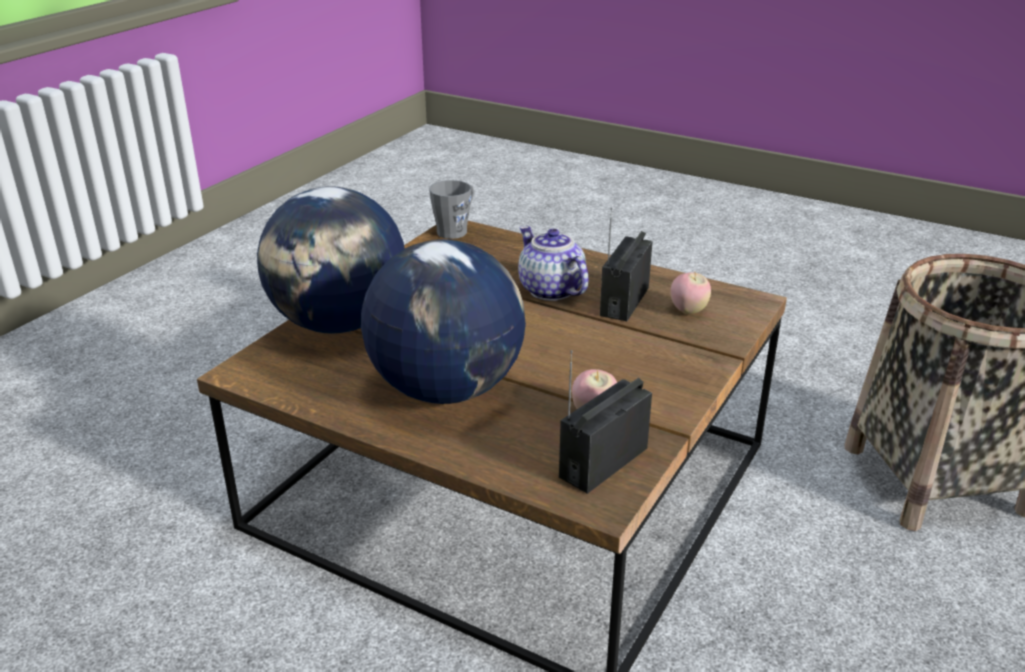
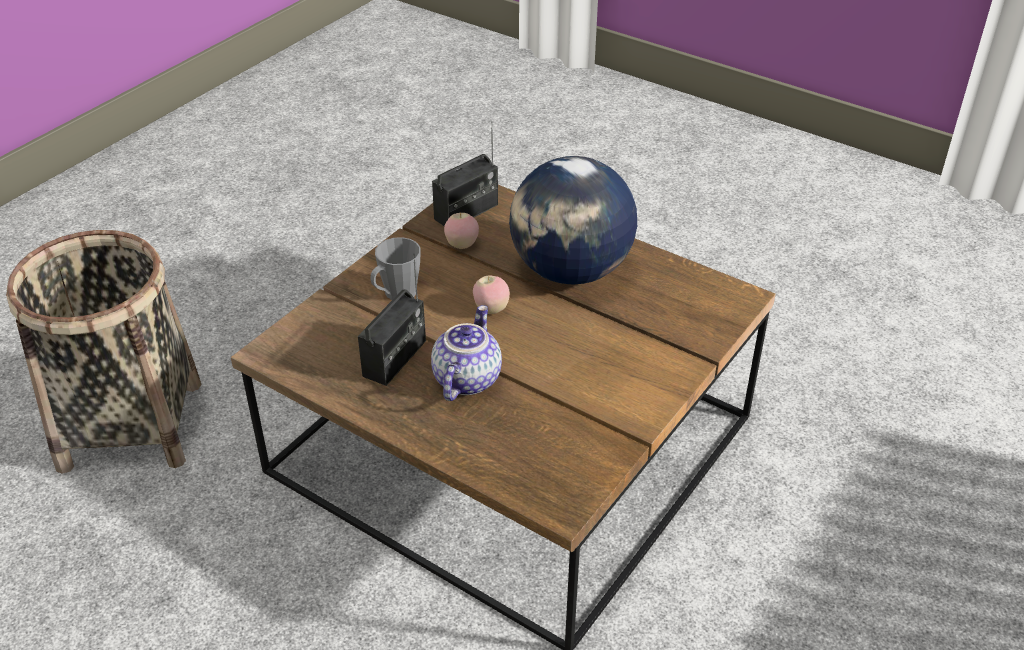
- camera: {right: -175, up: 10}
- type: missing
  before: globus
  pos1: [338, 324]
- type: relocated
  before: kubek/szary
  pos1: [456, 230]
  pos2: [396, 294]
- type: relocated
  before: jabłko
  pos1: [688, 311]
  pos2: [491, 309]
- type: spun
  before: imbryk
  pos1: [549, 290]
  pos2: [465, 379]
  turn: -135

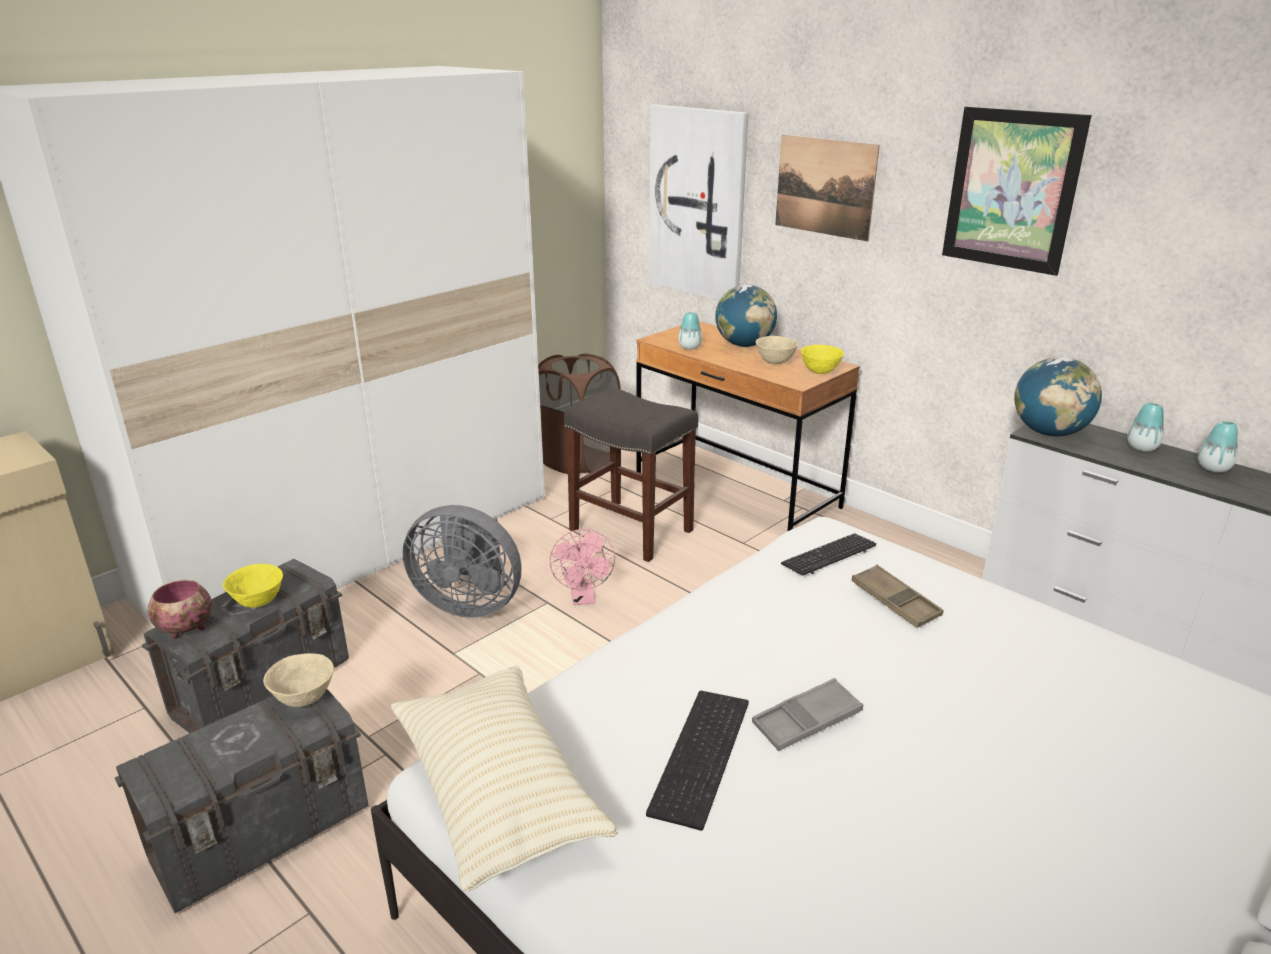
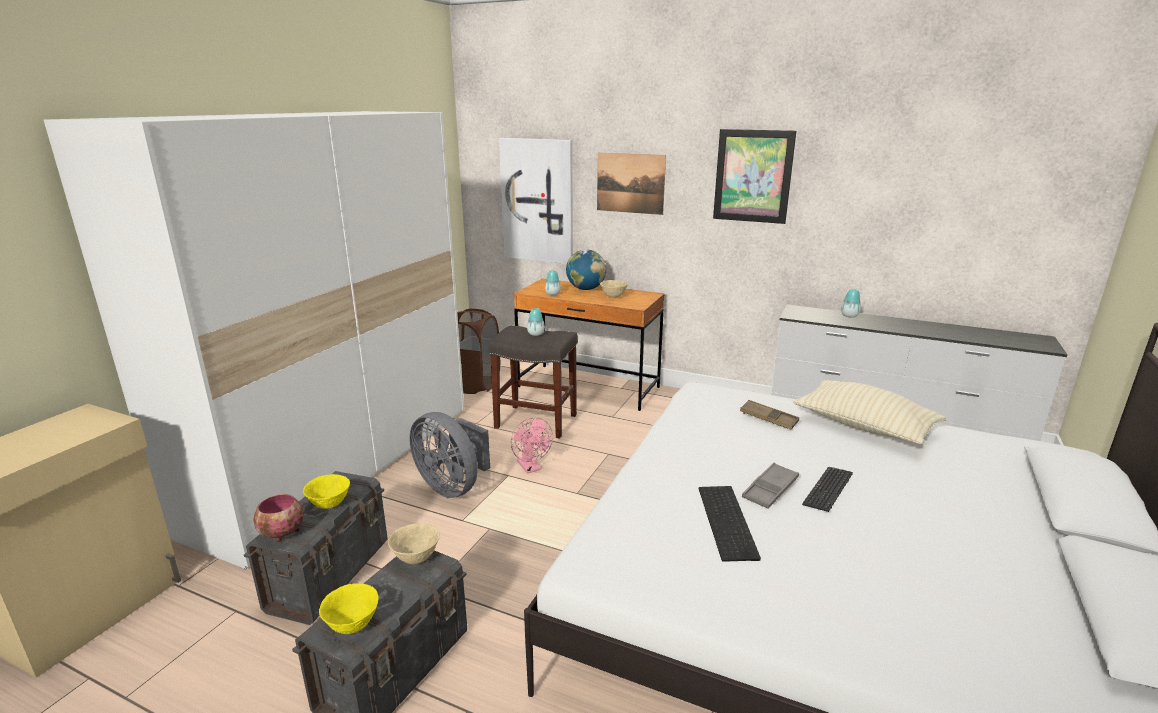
- camera: {right: -20, up: -5}
- type: missing
  before: globus
  pos1: [1049, 433]
- type: relocated
  before: poduszka/beżowy
  pos1: [497, 792]
  pos2: [863, 426]
- type: relocated
  before: klawiatura
  pos1: [829, 556]
  pos2: [828, 490]
- type: relocated
  before: miska/żółty
  pos1: [820, 372]
  pos2: [353, 625]
- type: relocated
  before: wazon
  pos1: [1213, 468]
  pos2: [536, 334]
- type: spun
  before: wentylator/szary
  pos1: [469, 603]
  pos2: [453, 486]
  turn: 45

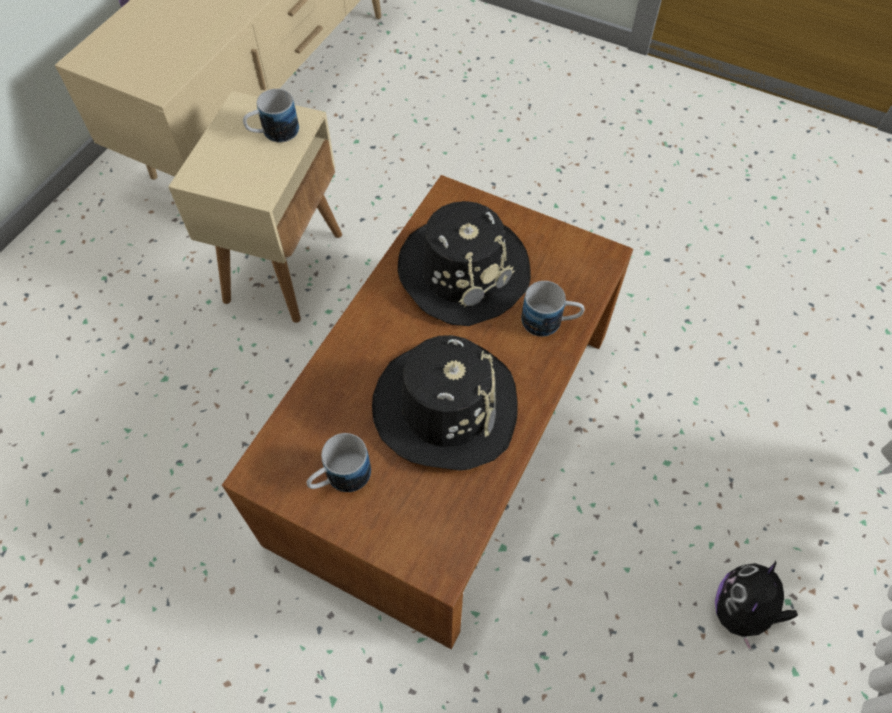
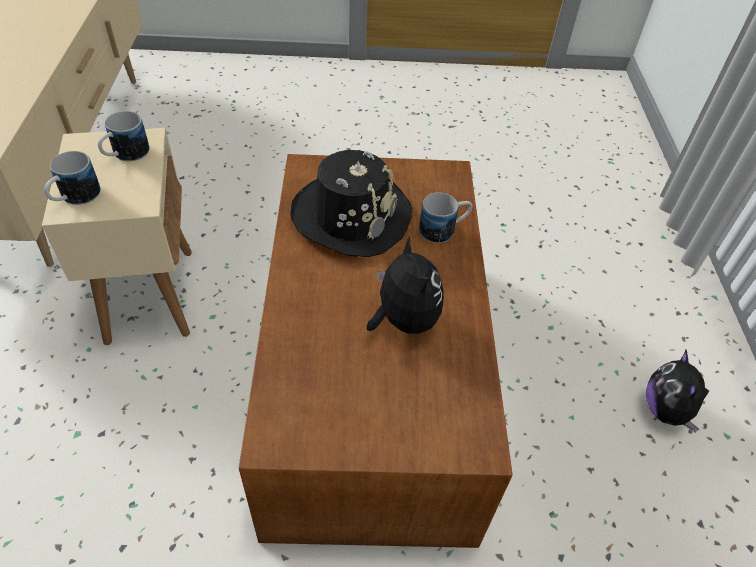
- camera: {right: -30, up: -10}
- type: relocated
  before: kubek
  pos1: [340, 478]
  pos2: [75, 198]
- type: exchanged
  before: kapelusz/czarny
  after: pluszak
  pos1: [446, 406]
  pos2: [403, 320]

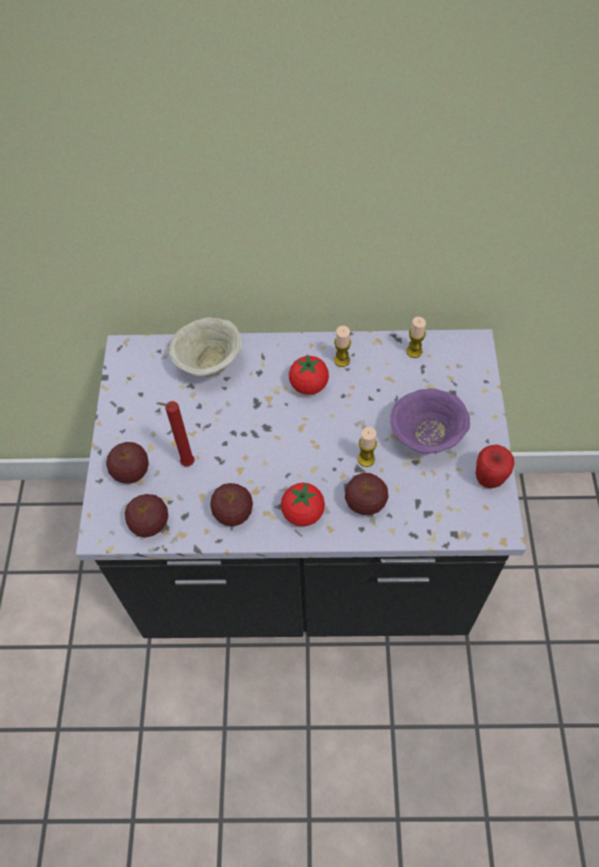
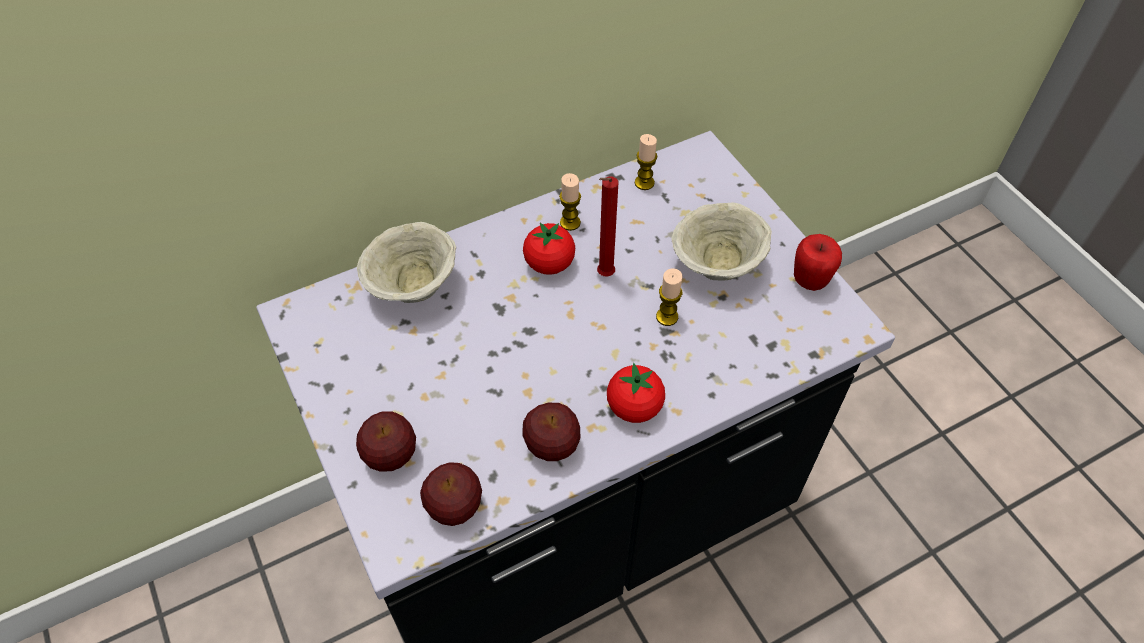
- camera: {right: -30, up: -5}
- type: missing
  before: jabłko
  pos1: [365, 504]
- type: relocated
  before: świeca/czerwony
  pos1: [185, 463]
  pos2: [603, 276]
- type: colour
  before: miska/fioletowy
  after: miska/beżowy
  pos1: [426, 438]
  pos2: [717, 267]

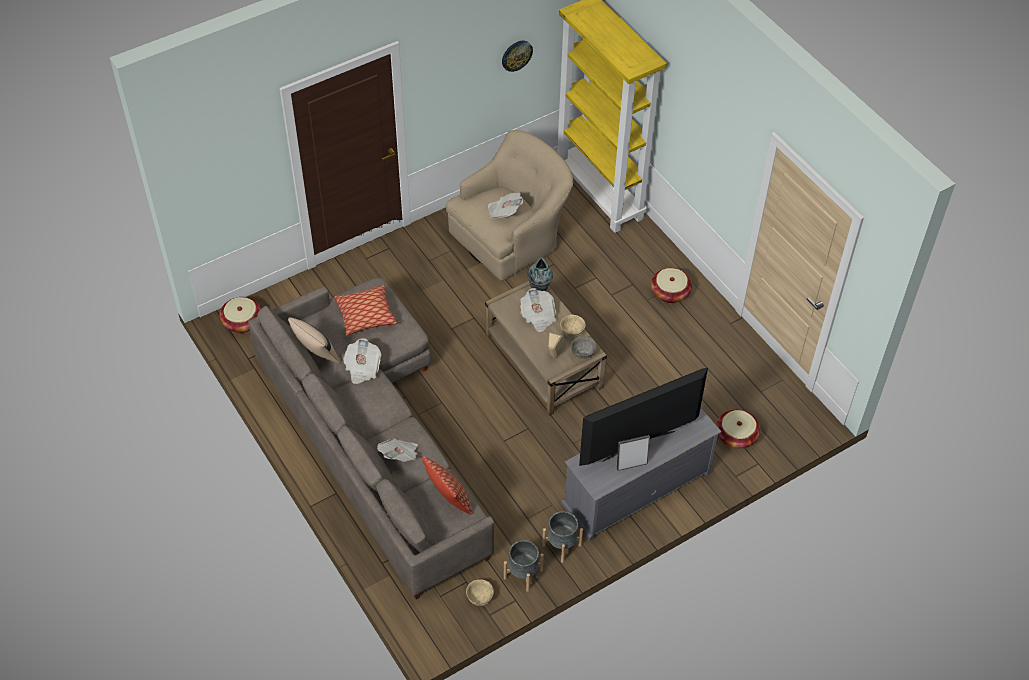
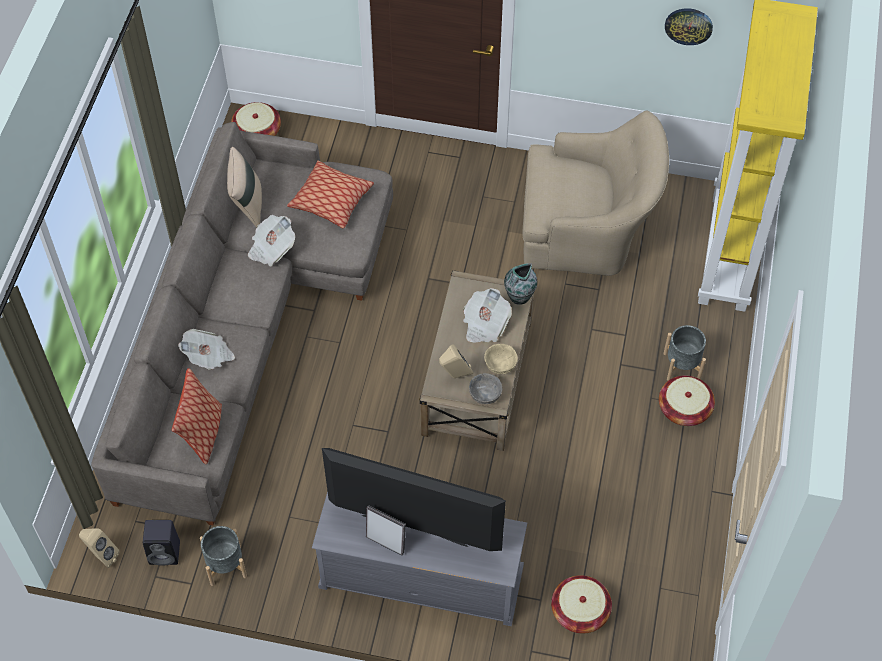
- camera: {right: 45, up: 5}
- type: missing
  before: gazeta
  pos1: [504, 212]
- type: appeared
  after: głośnik/beżowy
  pos2: [102, 556]
- type: relocated
  before: donica/szary
  pos1: [561, 545]
  pos2: [681, 366]
- type: exchanged
  before: miska/beżowy
  after: głośnik/czarny
  pos1: [479, 597]
  pos2: [166, 552]

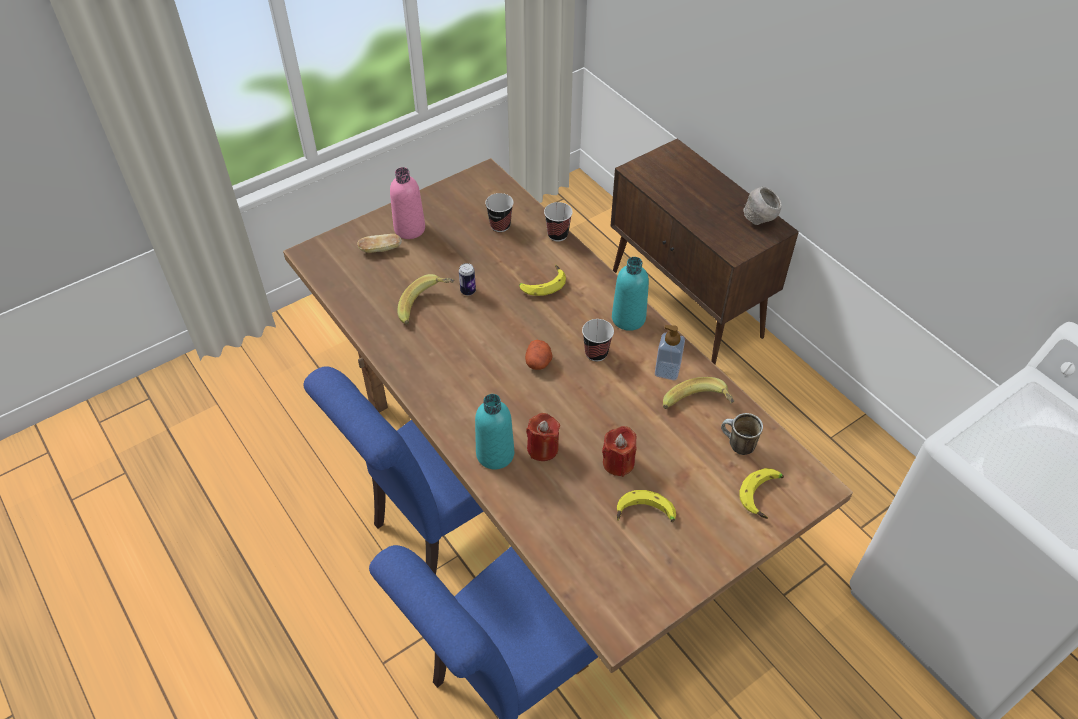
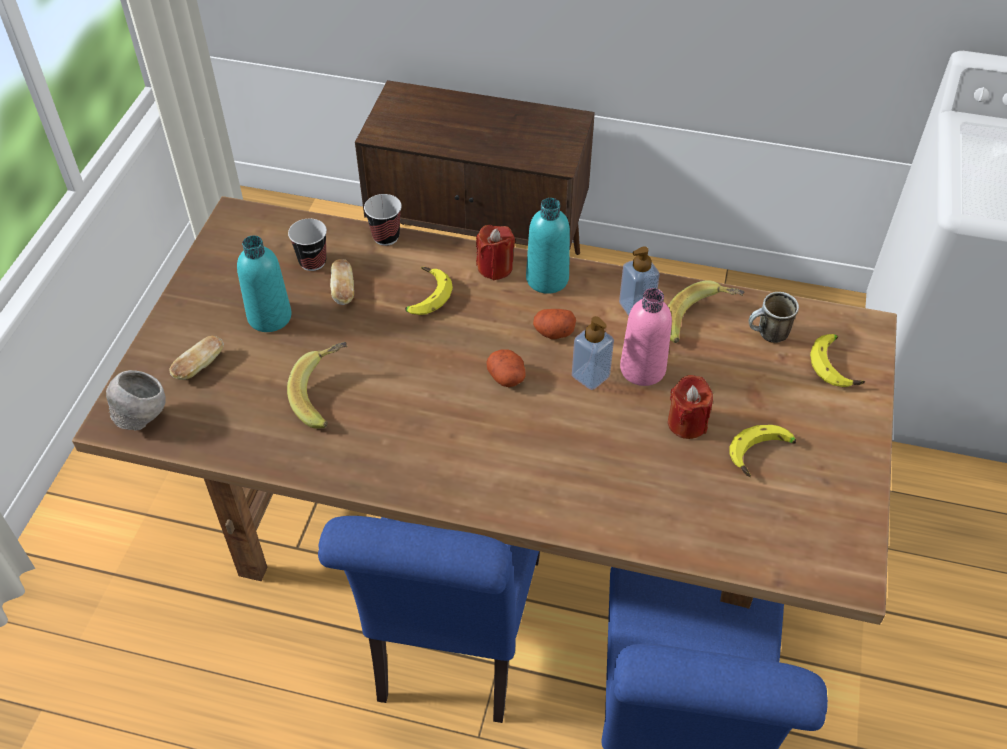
- camera: {right: -40, up: 0}
- type: missing
  before: puszka
  pos1: [468, 291]
- type: appeared
  after: chleb
  pos2: [343, 290]
- type: appeared
  after: dozownik mydła
  pos2: [590, 376]
- type: relocated
  before: butelka/różowy
  pos1: [409, 229]
  pos2: [642, 369]
- type: relocated
  before: butelka/turkusowy
  pos1: [495, 454]
  pos2: [269, 317]
- type: relocated
  before: świeca/czerwony
  pos1: [542, 448]
  pos2: [495, 267]
- type: relocated
  before: miska/szary
  pos1: [759, 220]
  pos2: [142, 418]
- type: exchanged
  before: filiżanka
  after: ziemniak
  pos1: [596, 353]
  pos2: [553, 332]

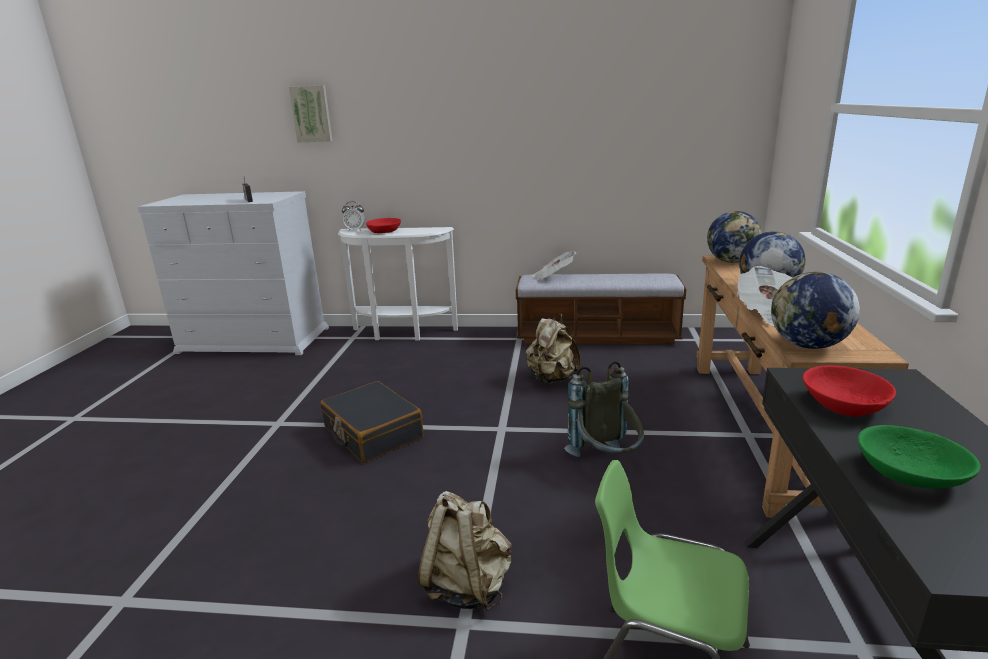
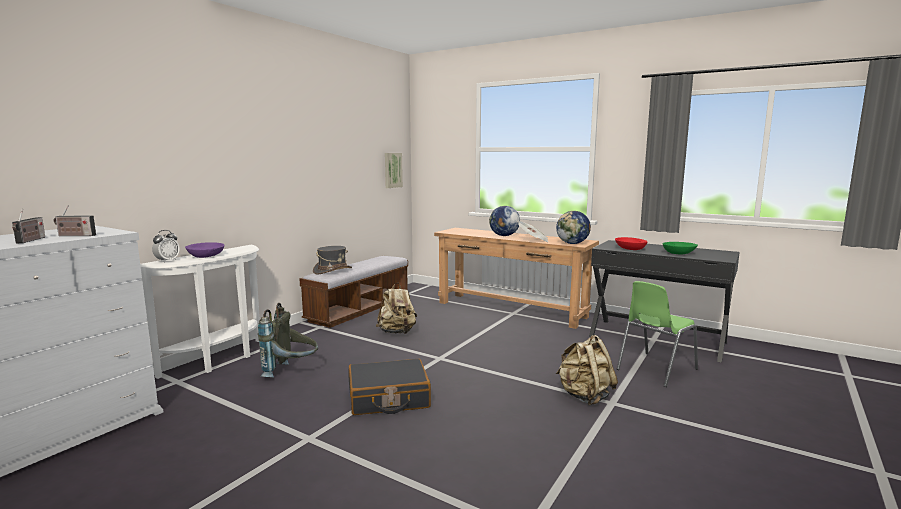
- camera: {right: -65, up: -10}
- type: missing
  before: globus
  pos1: [732, 261]
- type: appeared
  after: radio
  pos2: [30, 240]
- type: relocated
  before: obraz
  pos1: [311, 114]
  pos2: [392, 170]
- type: relocated
  before: plecak/szary
  pos1: [606, 462]
  pos2: [292, 372]
- type: exchanged
  before: gazeta
  after: kapelusz/szary
  pos1: [553, 277]
  pos2: [332, 270]
- type: colour
  before: miska/czerwony
  after: miska/fioletowy
  pos1: [384, 231]
  pos2: [206, 256]

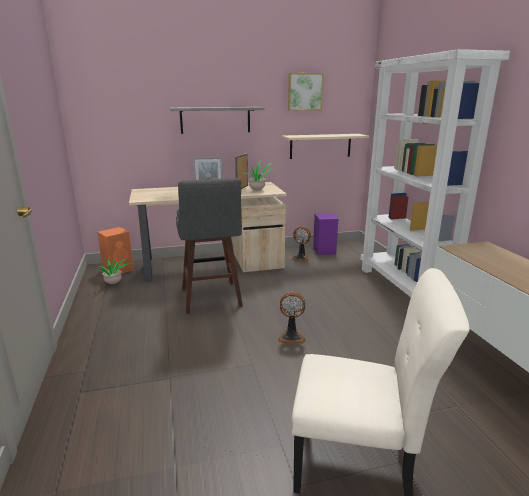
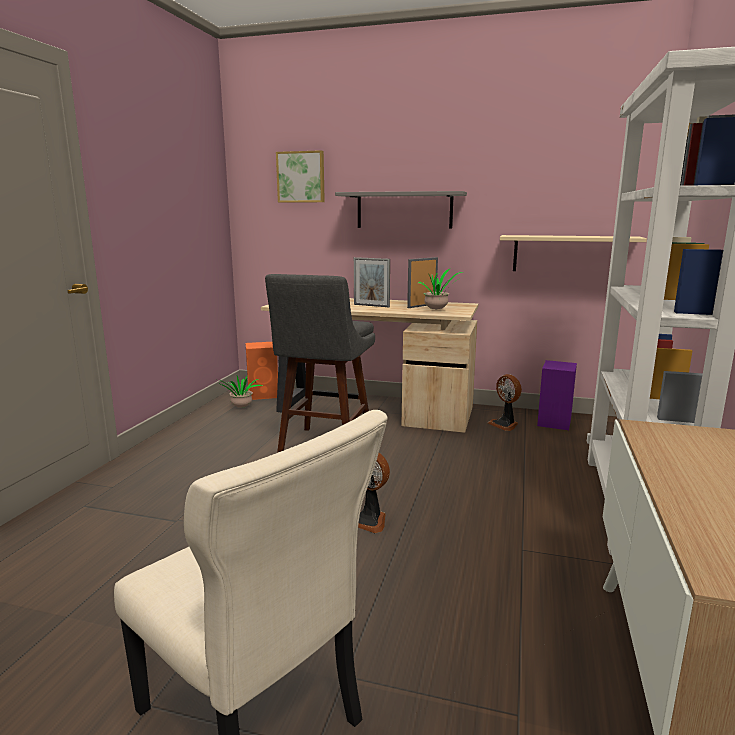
- camera: {right: 30, up: -5}
- type: relocated
  before: obraz
  pos1: [304, 92]
  pos2: [301, 177]

